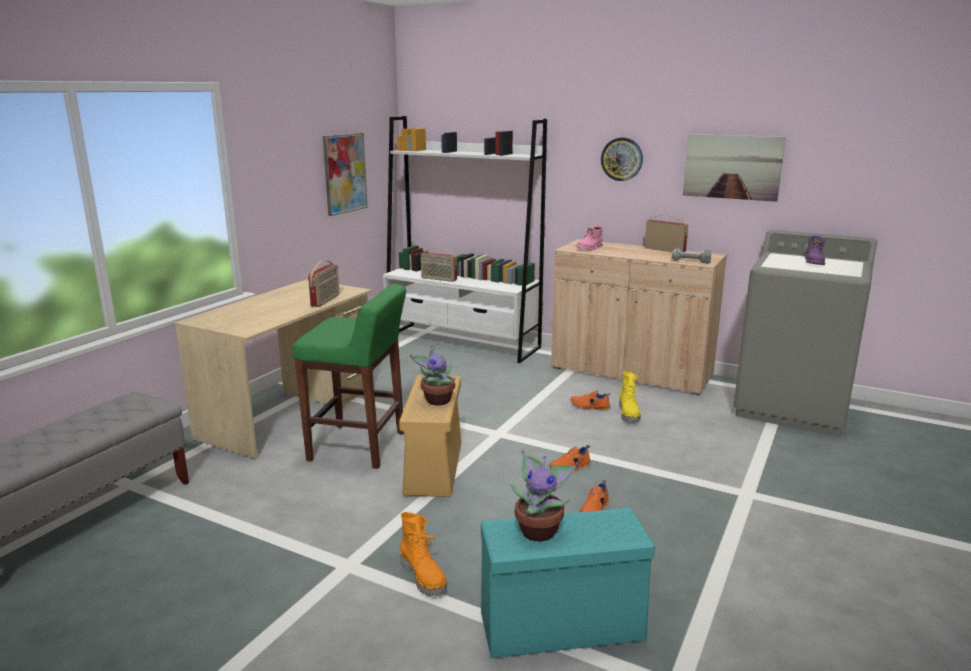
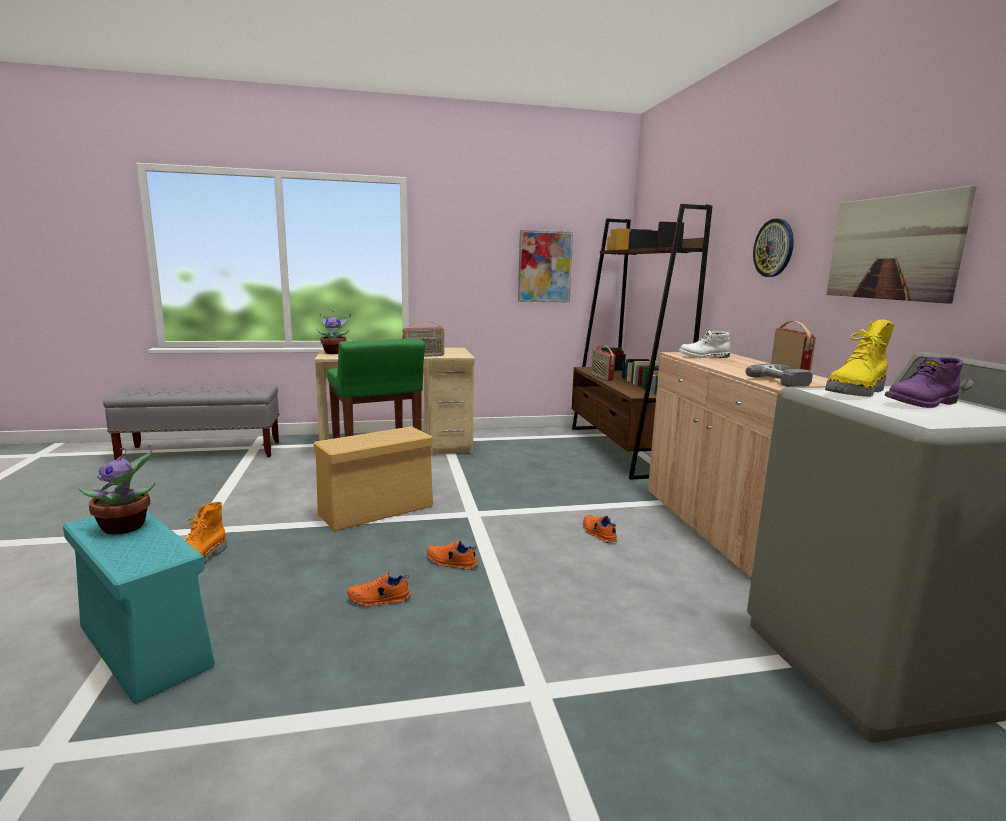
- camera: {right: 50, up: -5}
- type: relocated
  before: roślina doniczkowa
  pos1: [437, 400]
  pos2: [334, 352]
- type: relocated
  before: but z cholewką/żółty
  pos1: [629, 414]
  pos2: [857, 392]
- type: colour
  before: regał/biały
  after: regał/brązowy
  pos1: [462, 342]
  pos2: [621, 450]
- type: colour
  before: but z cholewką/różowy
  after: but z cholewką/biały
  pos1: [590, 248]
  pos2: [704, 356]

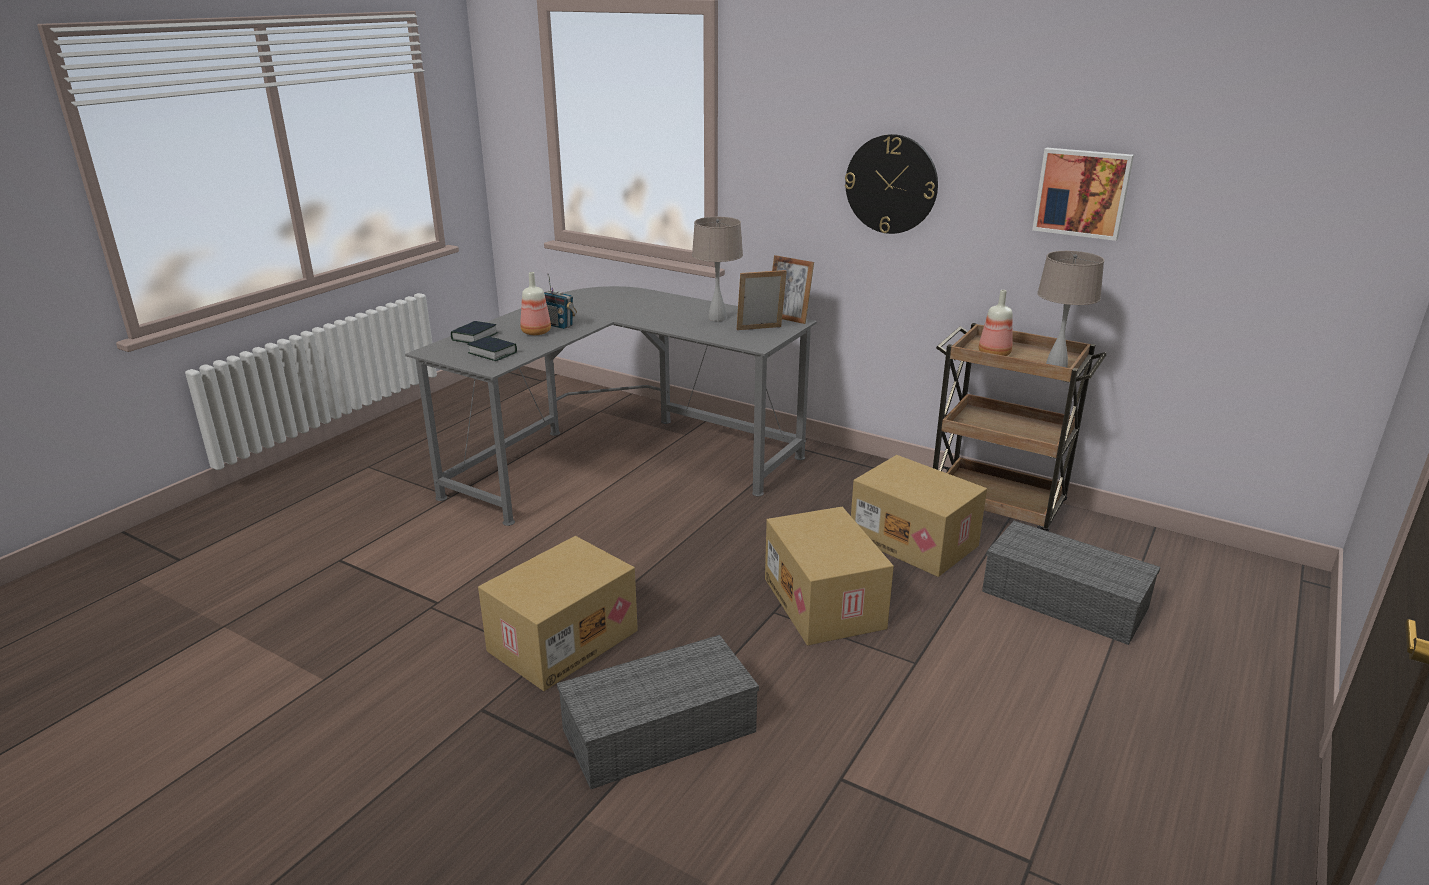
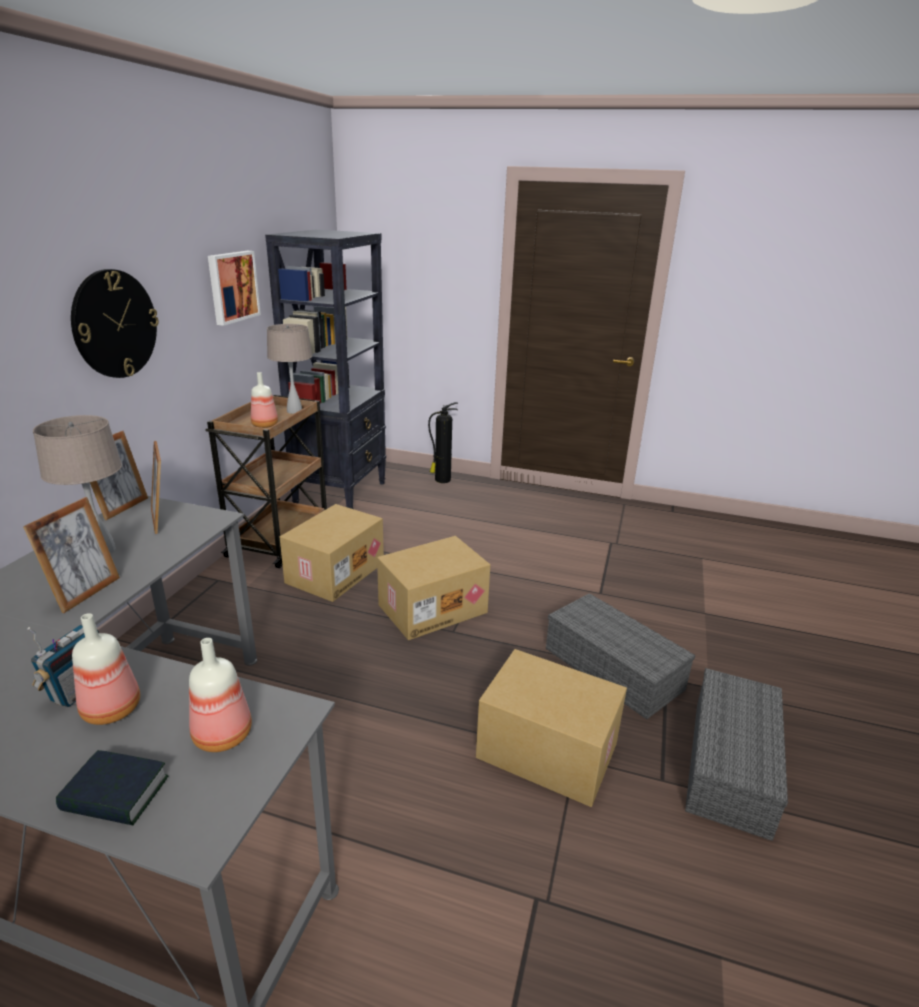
- camera: {right: -105, up: 0}
- type: appeared
  after: ramka na zdjęcie
  pos2: [85, 592]
- type: appeared
  after: regał/czarny
  pos2: [341, 493]
- type: appeared
  after: gaśnica
  pos2: [441, 480]
- type: relocated
  before: pojemnik do przechowywania/szary
  pos1: [1061, 599]
  pos2: [732, 767]
- type: exchanged
  before: książka
  after: butelka
  pos1: [492, 353]
  pos2: [221, 735]

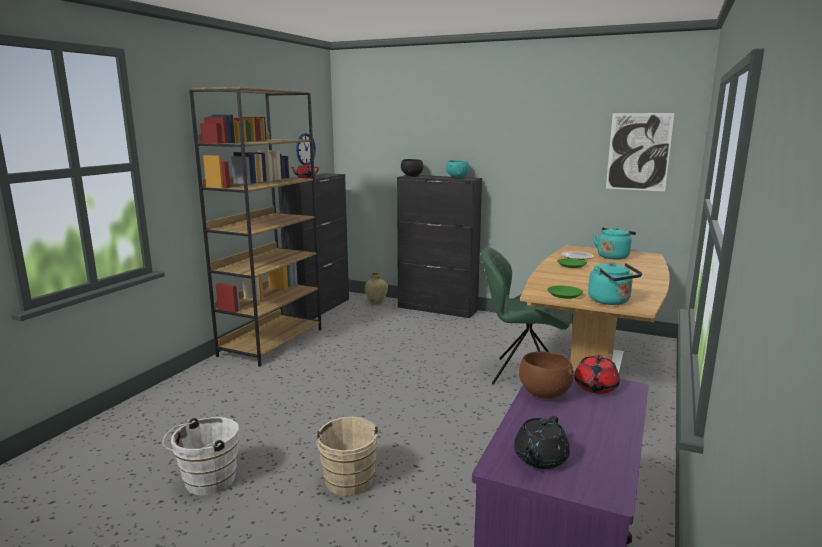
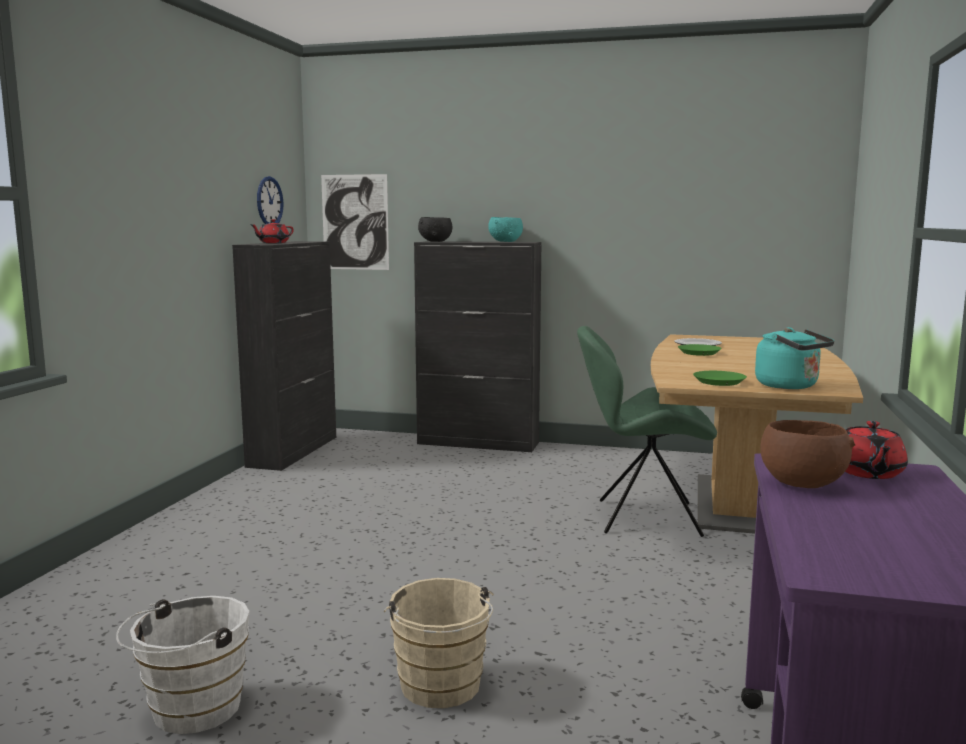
- camera: {right: -10, up: -5}
- type: missing
  before: regał/brązowy
  pos1: [271, 342]
- type: missing
  before: wazon/beżowy
  pos1: [376, 302]
- type: missing
  before: imbryk/czarny
  pos1: [539, 458]
- type: missing
  before: czajnik/turkusowy
  pos1: [613, 256]
- type: relocated
  before: obraz
  pos1: [638, 152]
  pos2: [355, 222]

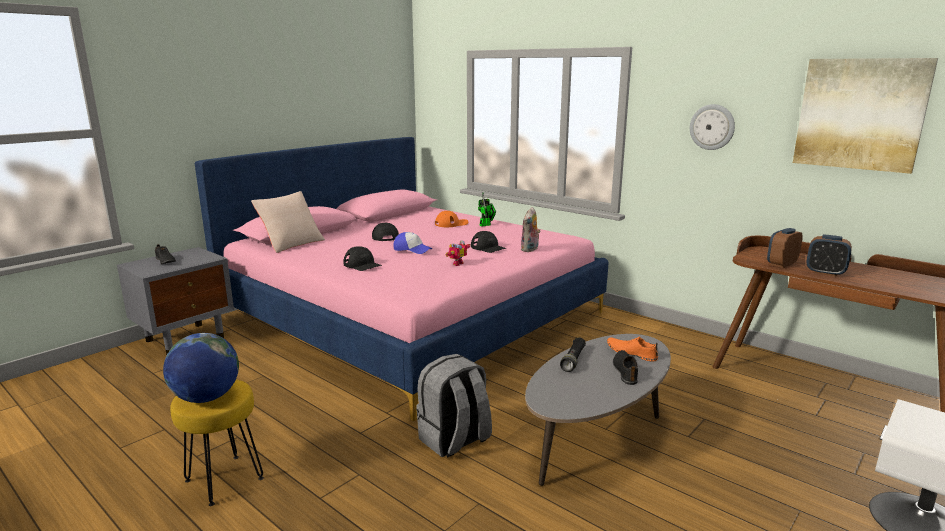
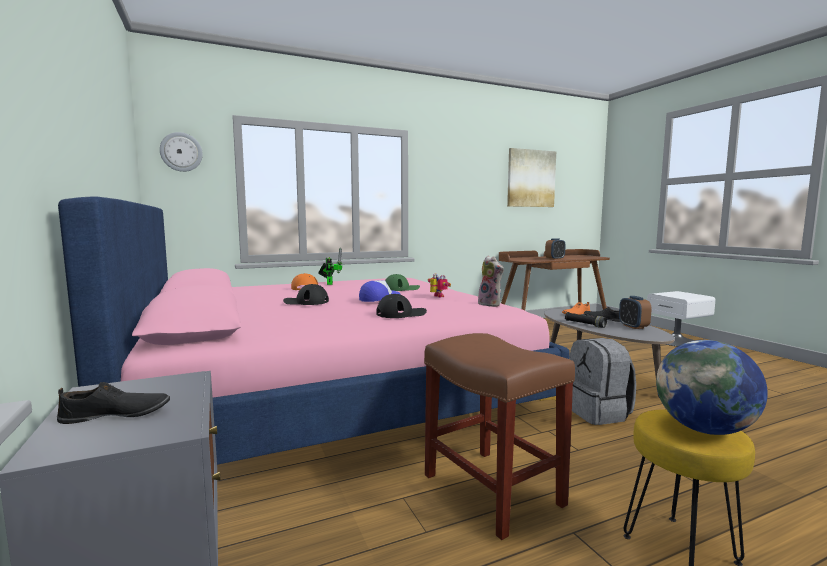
- camera: {right: -65, up: -10}
- type: missing
  before: poduszka/beżowy
  pos1: [291, 243]
- type: appeared
  after: stołek/brązowy
  pos2: [490, 488]
- type: relocated
  before: pluszak
  pos1: [530, 249]
  pos2: [491, 304]
- type: relocated
  before: zegar ścienny
  pos1: [712, 127]
  pos2: [181, 152]
- type: relocated
  before: budzik
  pos1: [781, 264]
  pos2: [633, 326]
- type: colour
  before: czapka z daszkiem/czarny
  after: czapka z daszkiem/zielony
  pos1: [488, 247]
  pos2: [401, 288]

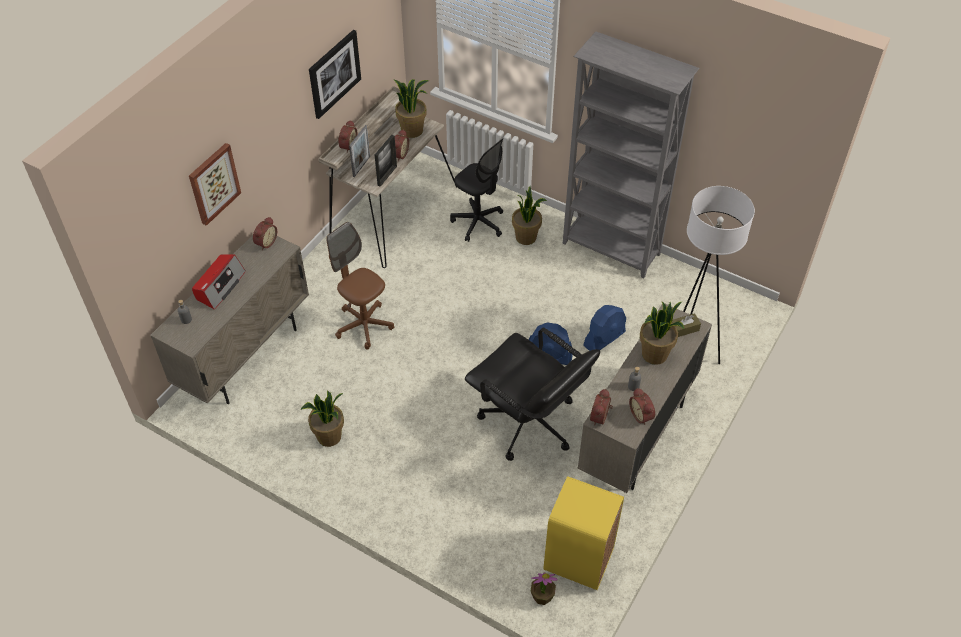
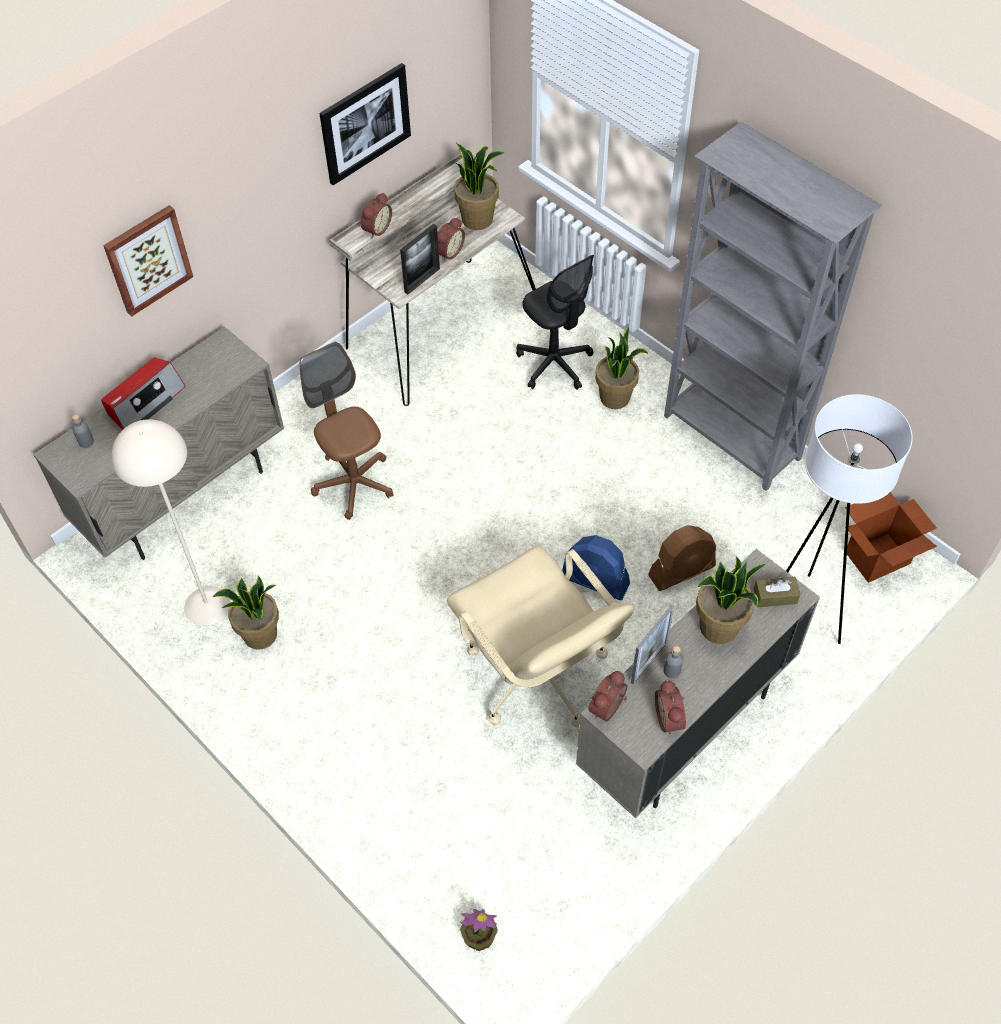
- camera: {right: 15, up: 5}
- type: missing
  before: budzik
  pos1: [265, 242]
- type: missing
  before: kosz na śmieci/żółty
  pos1: [579, 560]
- type: appeared
  after: lampa stojąca/beżowy
  pos2: [207, 605]
- type: appeared
  after: karton
  pos2: [877, 557]
- type: relocated
  before: ramka na zdjęcie
  pos1: [361, 166]
  pos2: [649, 662]
- type: colour
  before: krzesło biurowe/czarny
  after: krzesło biurowe/beżowy
  pos1: [528, 423]
  pos2: [536, 675]
- type: colour
  before: wentylator/niebieski
  after: wentylator/brązowy
  pos1: [604, 339]
  pos2: [682, 571]

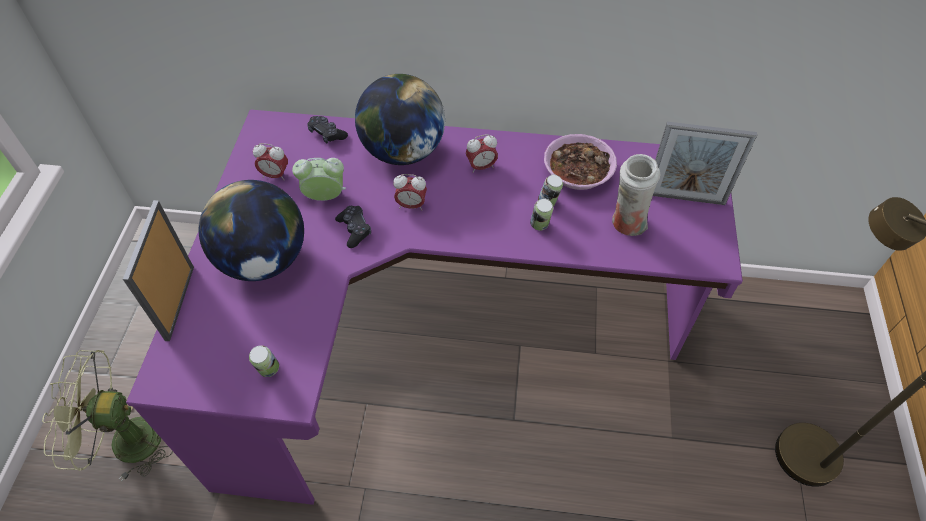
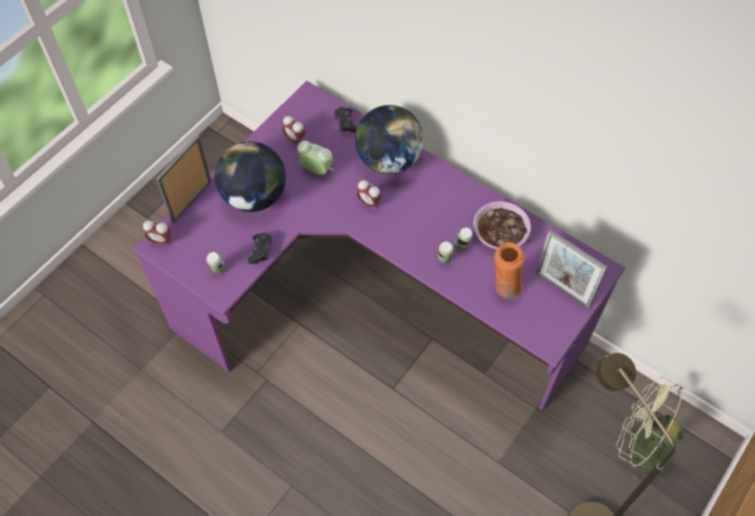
- camera: {right: 30, up: 5}
- type: relocated
  before: wentylator/zielony
  pos1: [124, 442]
  pos2: [640, 449]
- type: relocated
  before: pad do gier/czarny
  pos1: [354, 230]
  pos2: [260, 251]
- type: relocated
  before: budzik
  pos1: [481, 167]
  pos2: [160, 241]
- type: colour
  before: wazon/biały
  after: wazon/pomarańczowy
  pos1: [626, 225]
  pos2: [505, 288]

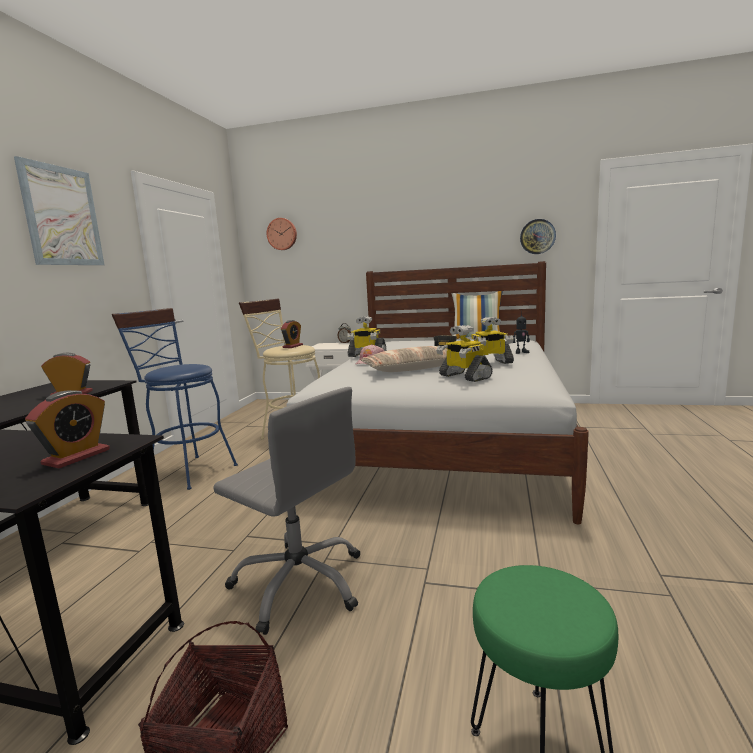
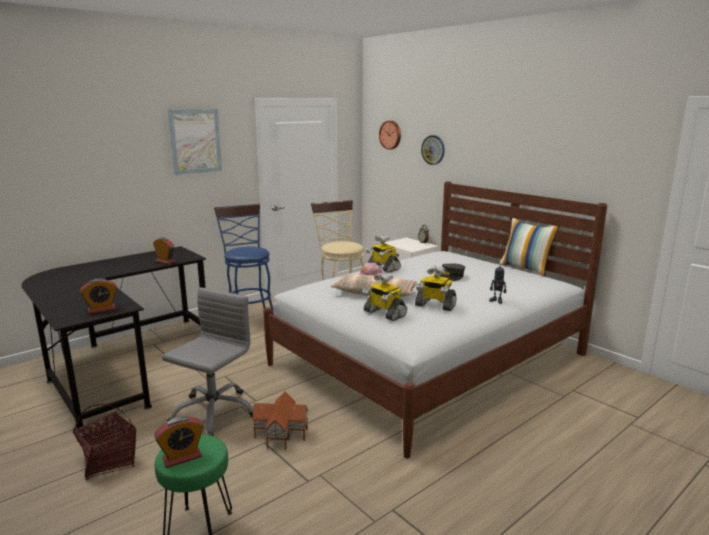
- camera: {right: 35, up: 5}
- type: appeared
  after: domek
  pos2: [281, 433]
- type: relocated
  before: budzik
  pos1: [292, 346]
  pos2: [182, 457]
- type: relocated
  before: zegar ścienny
  pos1: [537, 236]
  pos2: [433, 150]
- type: spun
  before: krzesło biurowe/szary
  pos1: [299, 582]
  pos2: [213, 412]
  turn: -135
- type: spun
  before: robot zabawkowy
  pos1: [464, 377]
  pos2: [384, 313]
  turn: -45

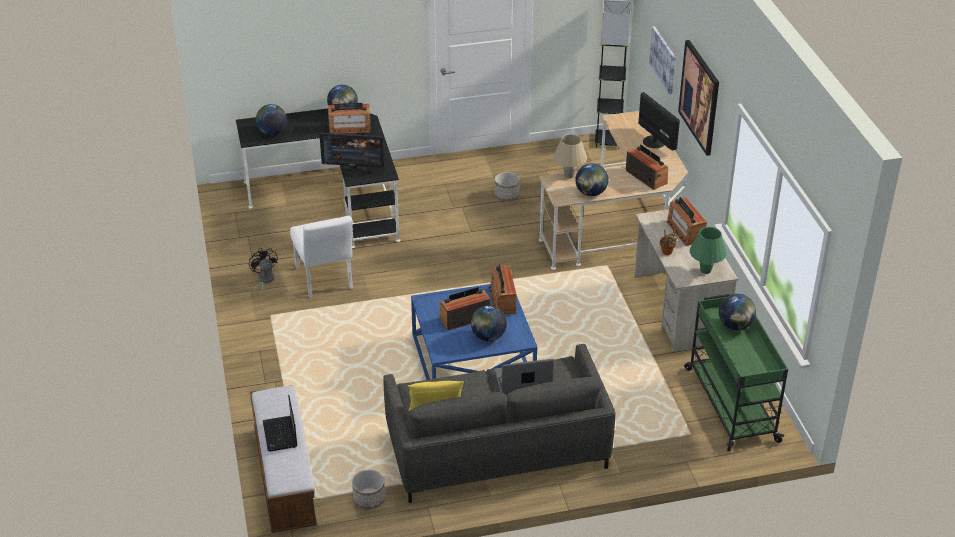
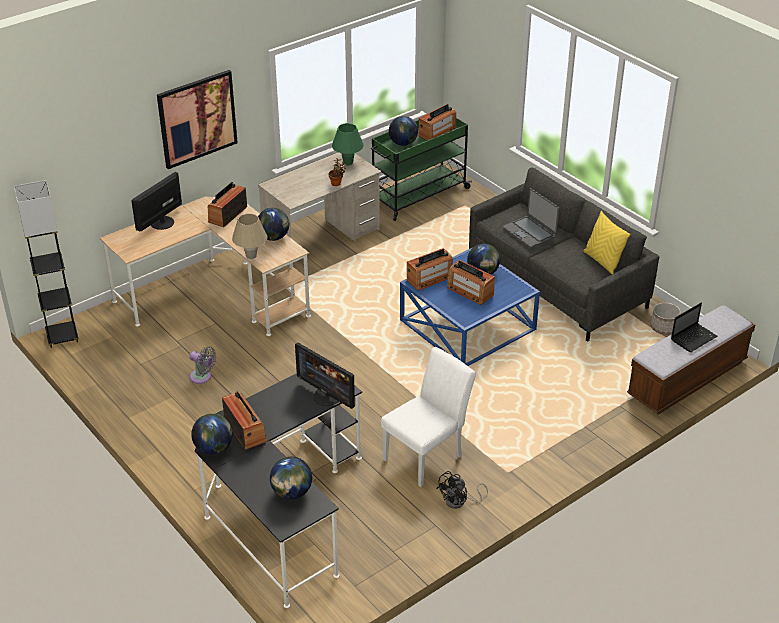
- camera: {right: -115, up: 0}
- type: missing
  before: obraz
  pos1: [663, 59]
- type: relocated
  before: radio
  pos1: [685, 231]
  pos2: [437, 132]
- type: exchanged
  before: donica
  after: wentylator/szary
  pos1: [507, 195]
  pos2: [202, 377]
- type: spun
  before: monitor
  pos1: [354, 169]
  pos2: [327, 396]
  turn: 150

